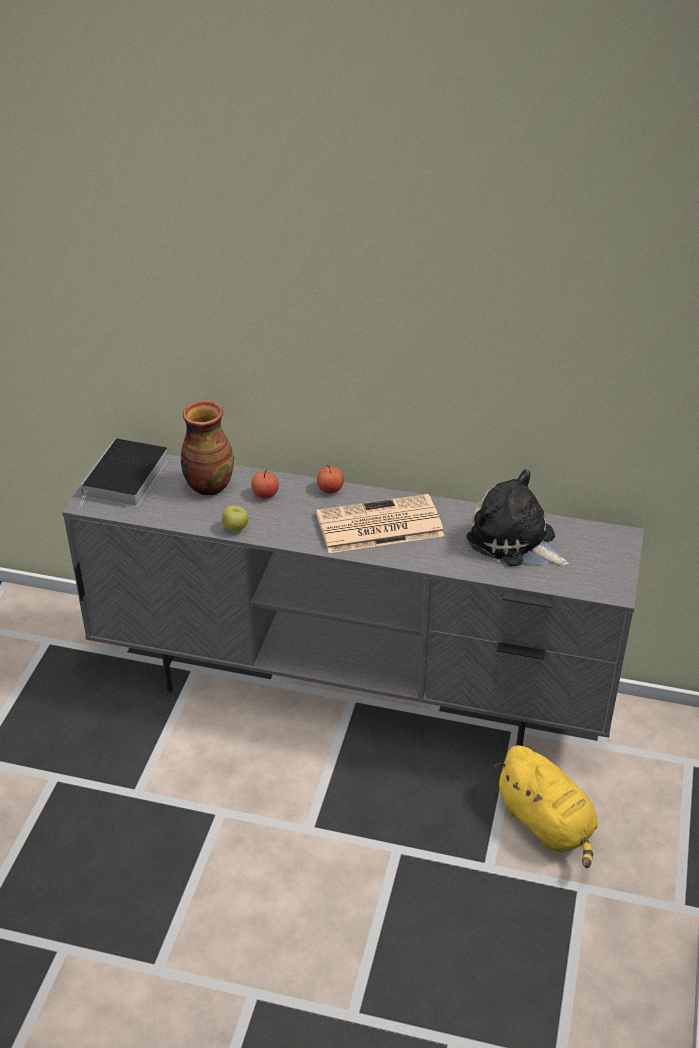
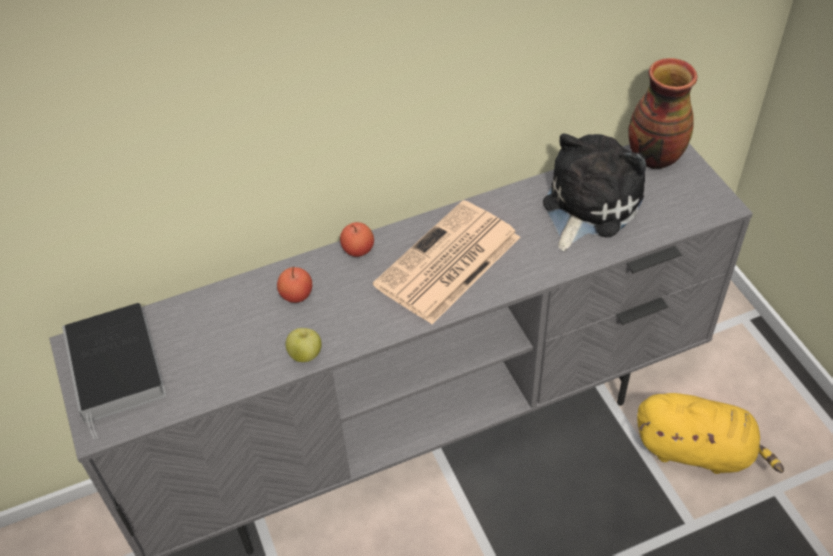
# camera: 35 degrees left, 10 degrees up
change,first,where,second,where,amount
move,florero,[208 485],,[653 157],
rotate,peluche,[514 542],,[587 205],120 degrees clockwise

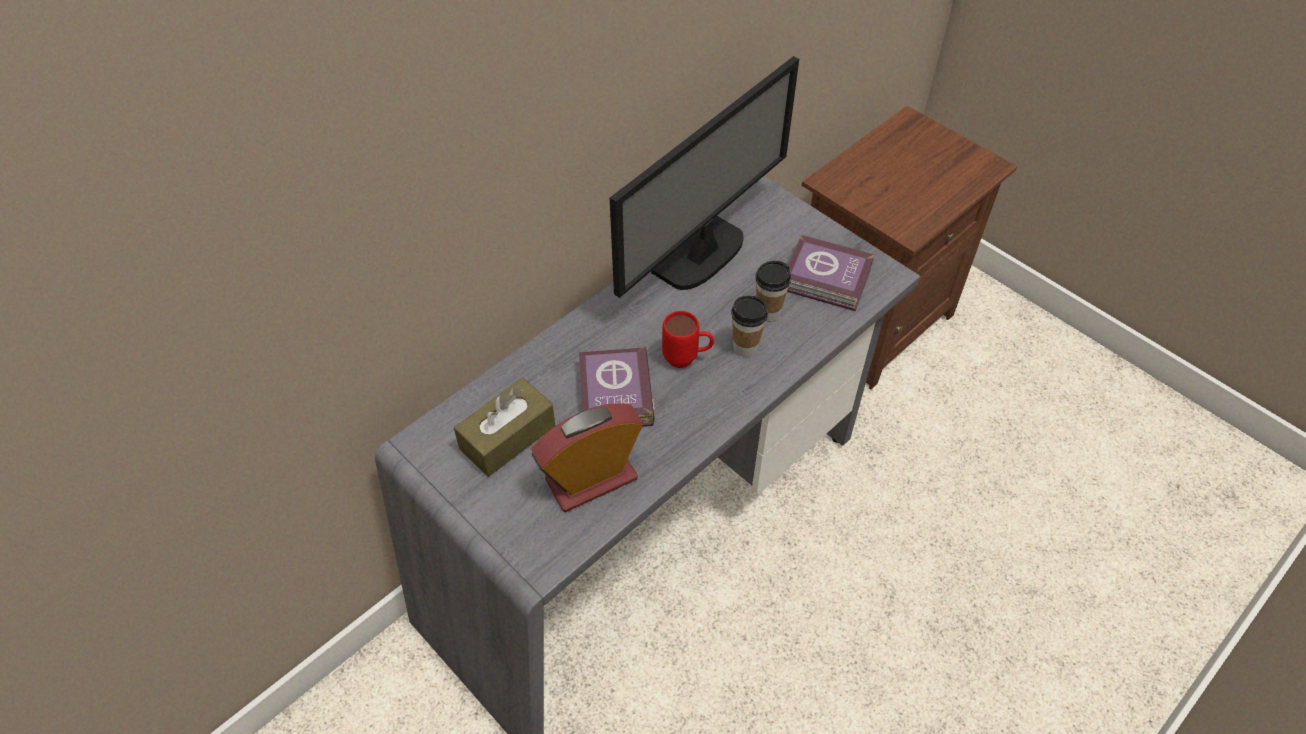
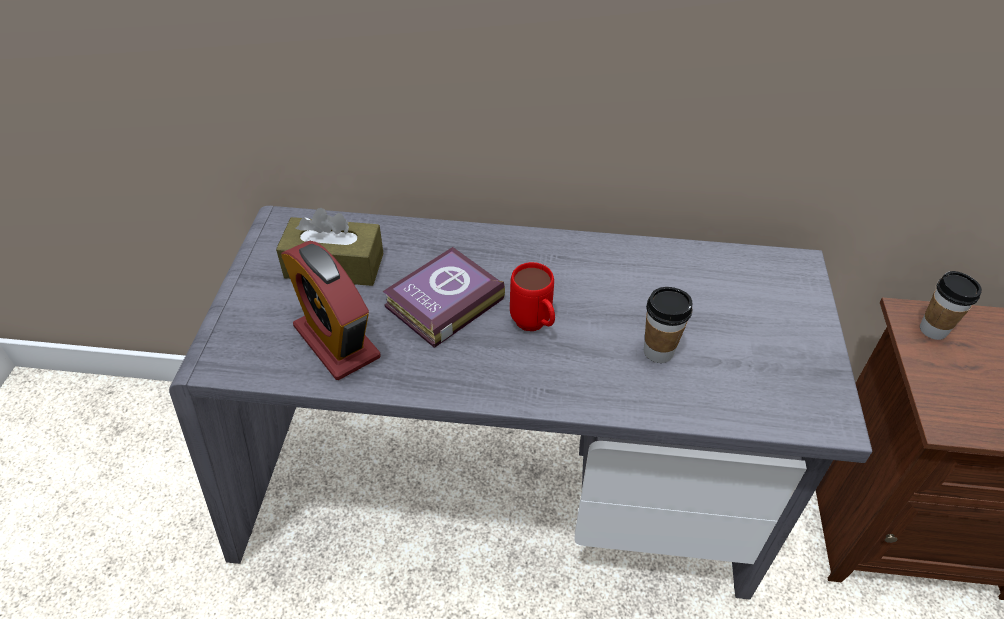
# camera: 50 degrees right, 5 degrees down
change,first,where,second,where,amount
delete,monitor,[702 256],,,
delete,libro,[828 280],,,
move,taza,[745 347],,[933 330],
rotate,despertador,[591 479],,[336 342],150 degrees counterclockwise

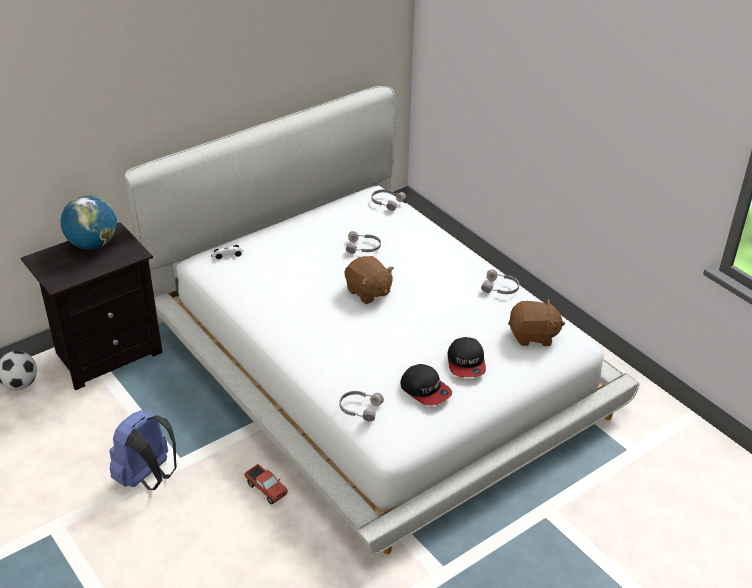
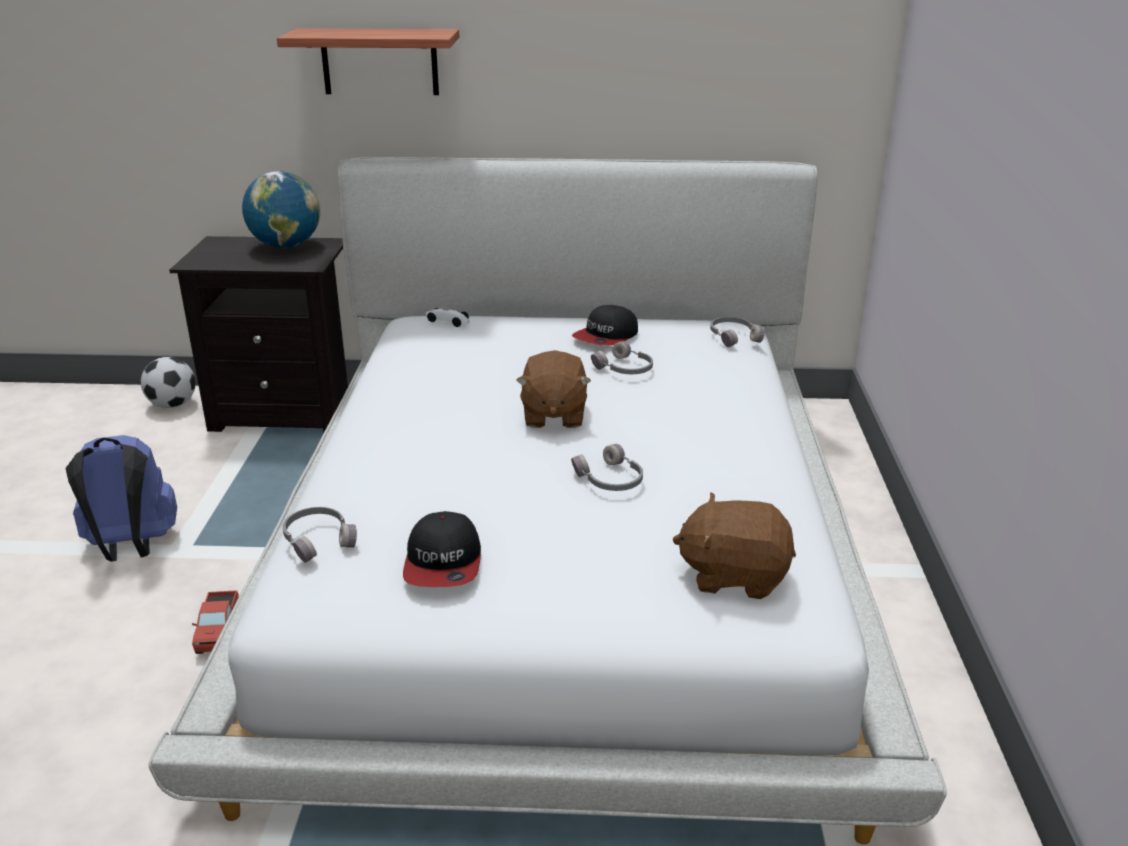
# camera: 40 degrees right, 10 degrees down
change,first,where,second,where,amount
insert,,,estante,[380 61],
move,gorra,[466 363],,[606 337],
move,auriculares/gris,[500 288],,[609 480],
rotate,peluche/marrón,[533 336],,[734 575],150 degrees clockwise

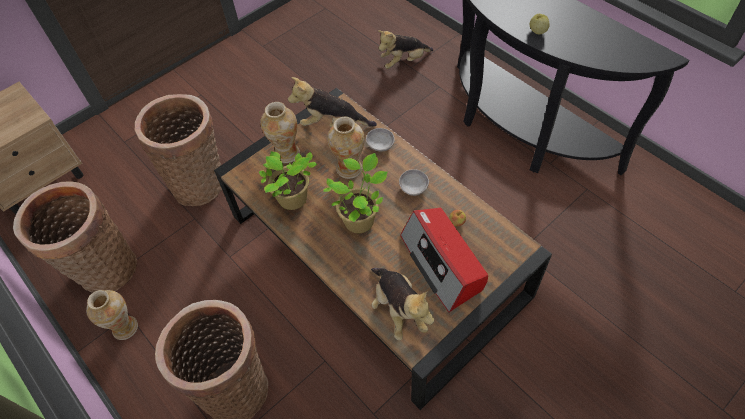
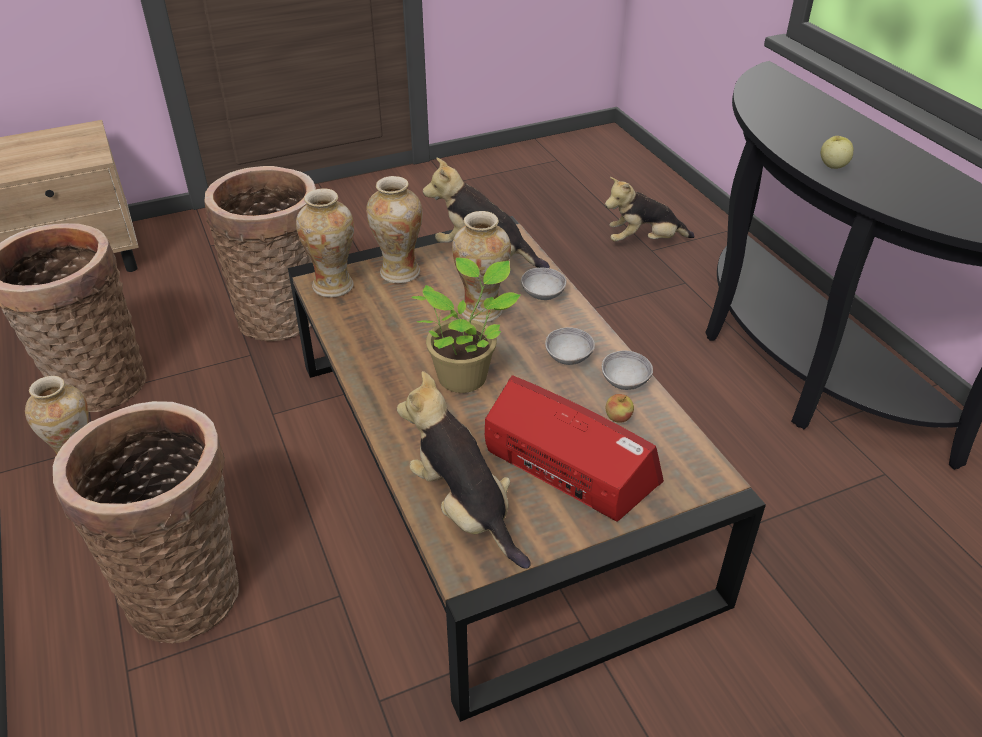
# camera: 15 degrees right, 15 degrees down
change,first,where,second,where,amount
delete,planta en maceta,[293 200],,,
insert,,,florero,[333 286],
insert,,,cuenco/gris,[625 381],
rotate,peluche,[398 309],,[465 509],150 degrees clockwise
rotate,radio,[442 263],,[568 467],135 degrees clockwise

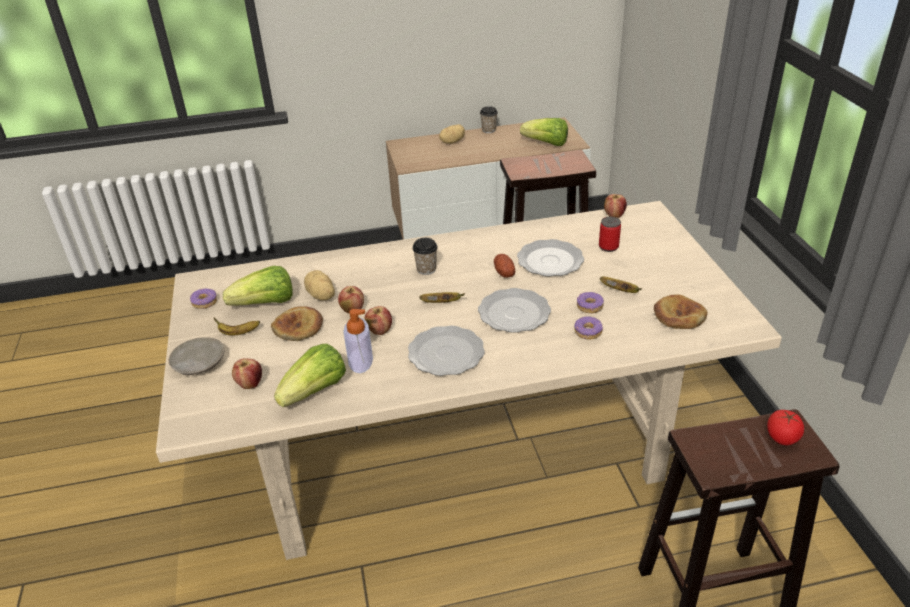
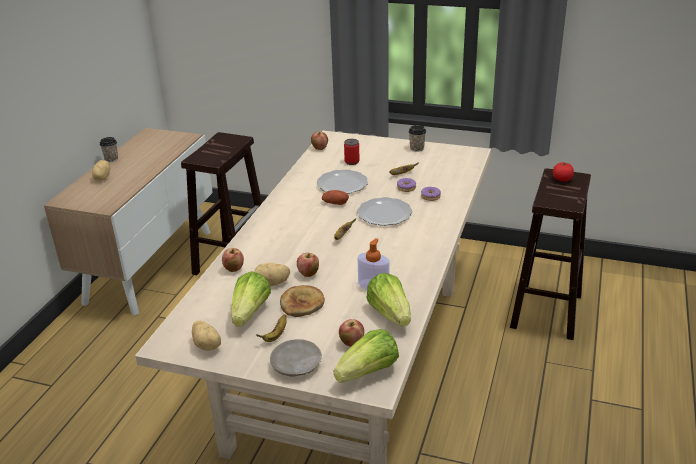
# camera: 60 degrees left, 5 degrees down
change,first,where,second,where,amount
delete,plato,[446 354],,,
delete,pan,[678 316],,,
move,manzana,[379 331],,[233 269],
move,taza,[426 269],,[417 148],
move,lechuga,[546 143],,[368 372],
replace,rosquilla,[205 302],patata,[207 345],

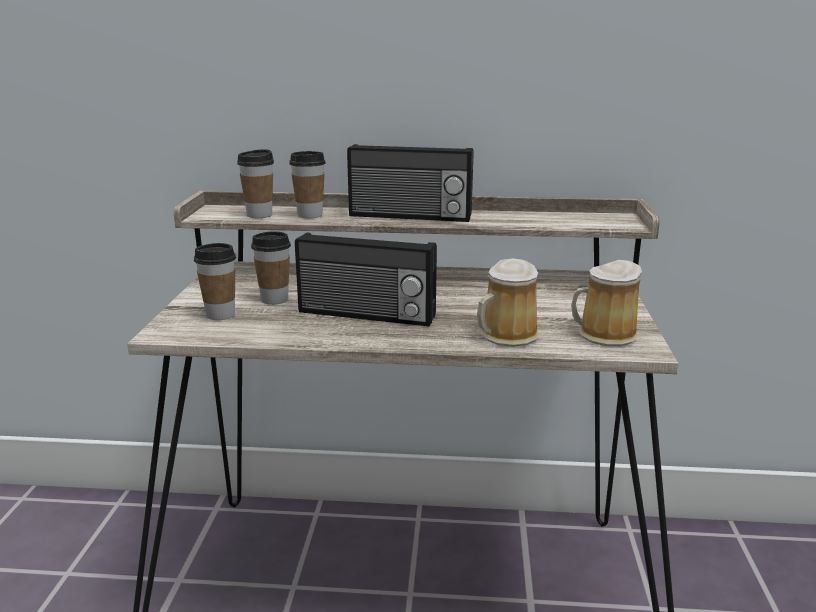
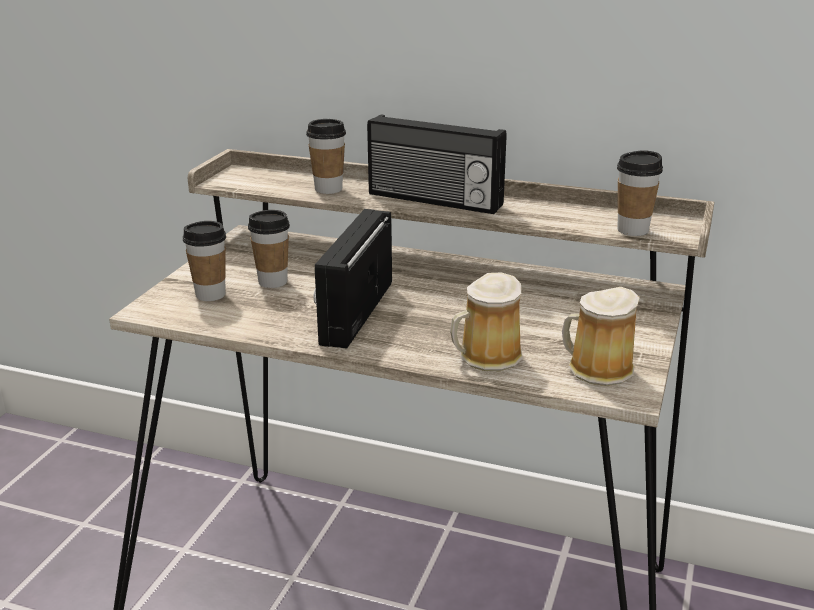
# camera: 15 degrees right, 5 degrees up
change,first,where,second,where,amount
move,taza,[259 215],,[632 230],
rotate,radio,[366 315],,[354 312],75 degrees clockwise

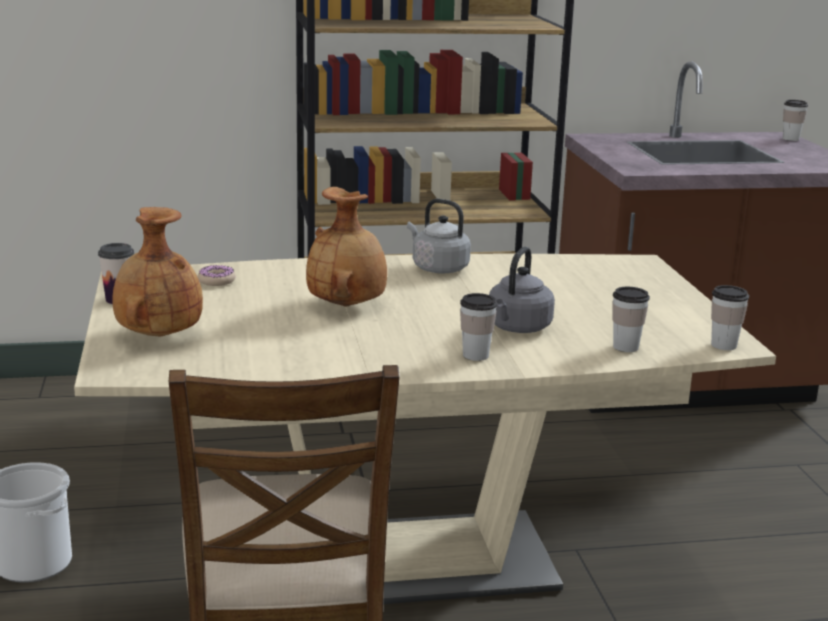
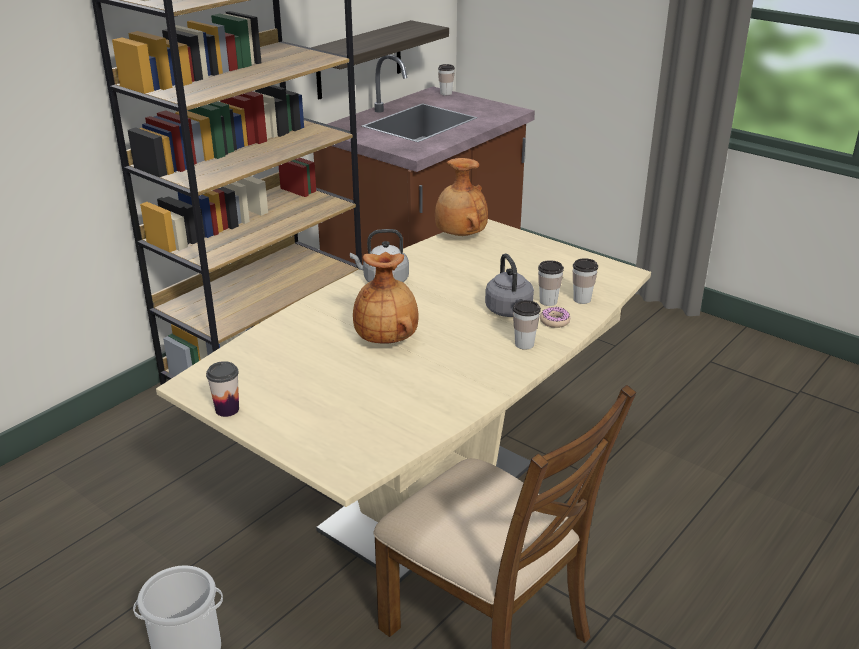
# camera: 40 degrees left, 10 degrees up
change,first,where,second,where,amount
insert,,,estante,[359 60],
move,florero/marrón,[158 335],,[460 235],
move,rosquilla,[216 281],,[554 321],
move,taza,[723 345],,[548 301],

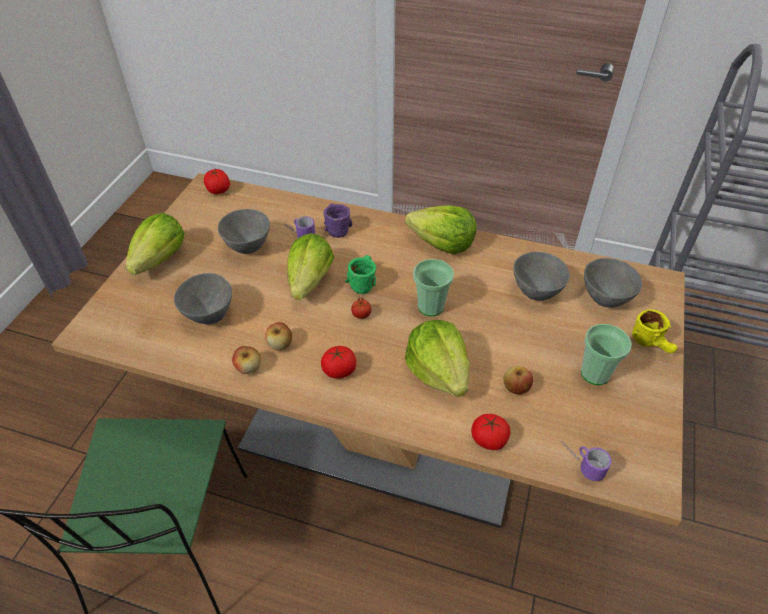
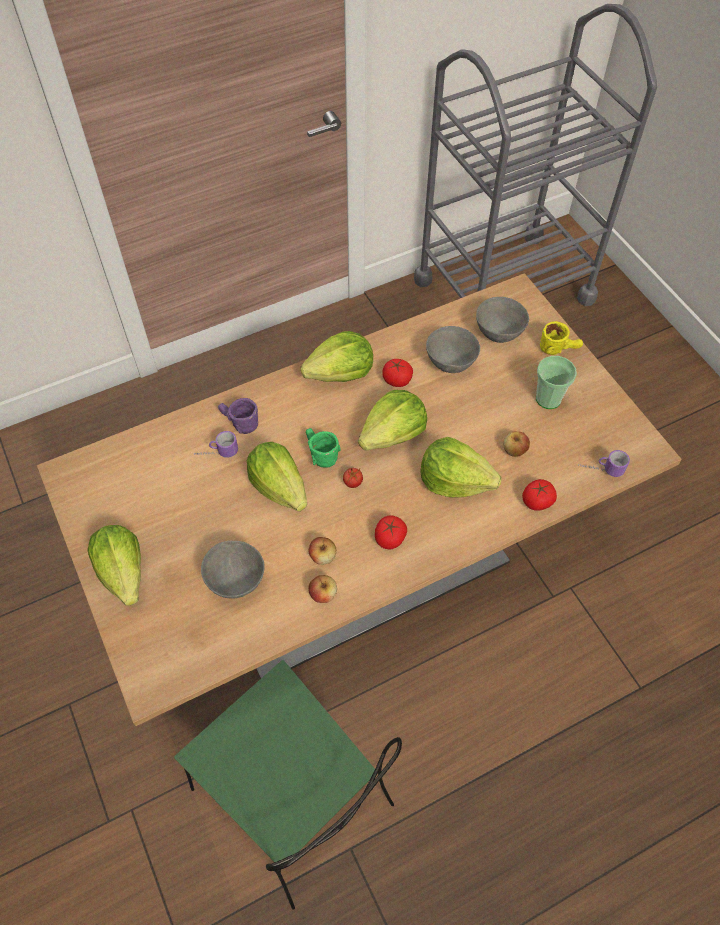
# camera: 45 degrees left, 10 degrees up
change,first,where,second,where,amount
delete,cuenco/gris,[248 247],,,
move,tomate,[218 190],,[397 380],
replace,taza,[430 306],lechuga,[393 434],

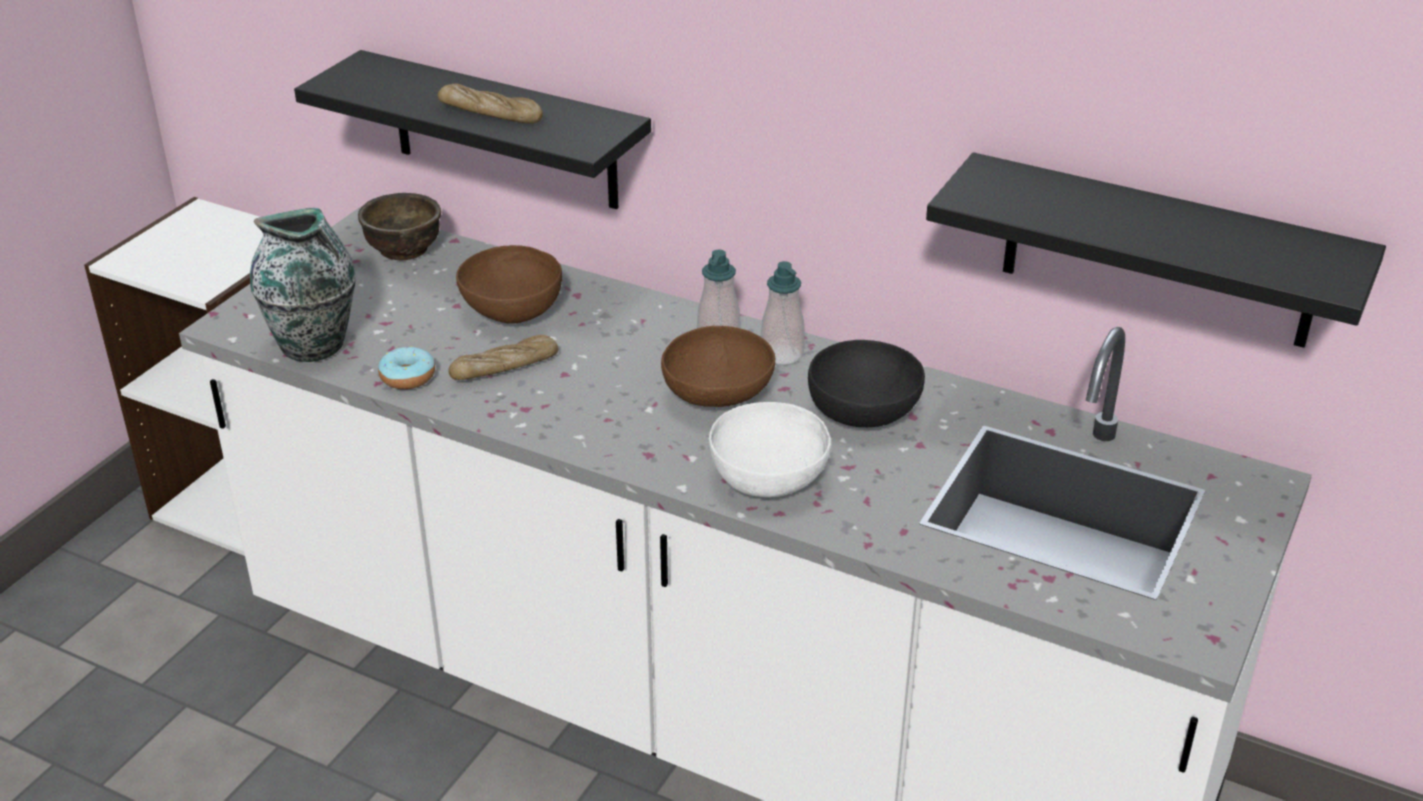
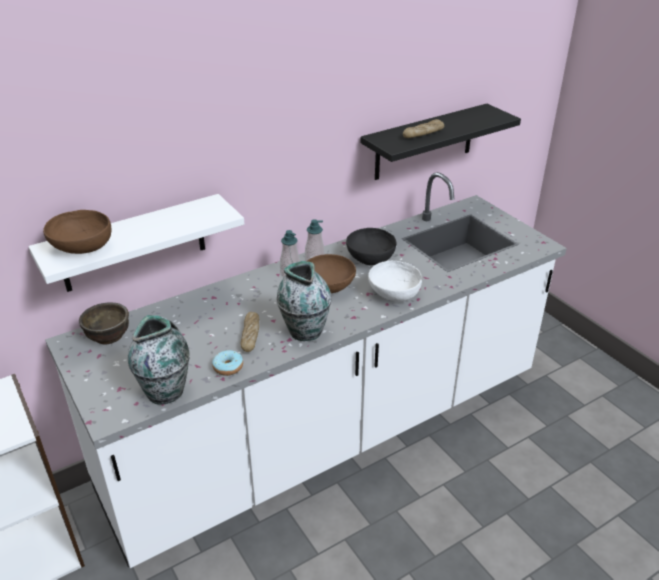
# camera: 60 degrees left, 0 degrees up
change,first,where,second,where,amount
insert,,,florero,[305 330],
move,pan,[490 113],,[423 134],
move,cuenco/marrón,[511 309],,[81 247],
recolor,estante/negro,[504 131],estante/blanco,[134 244],

